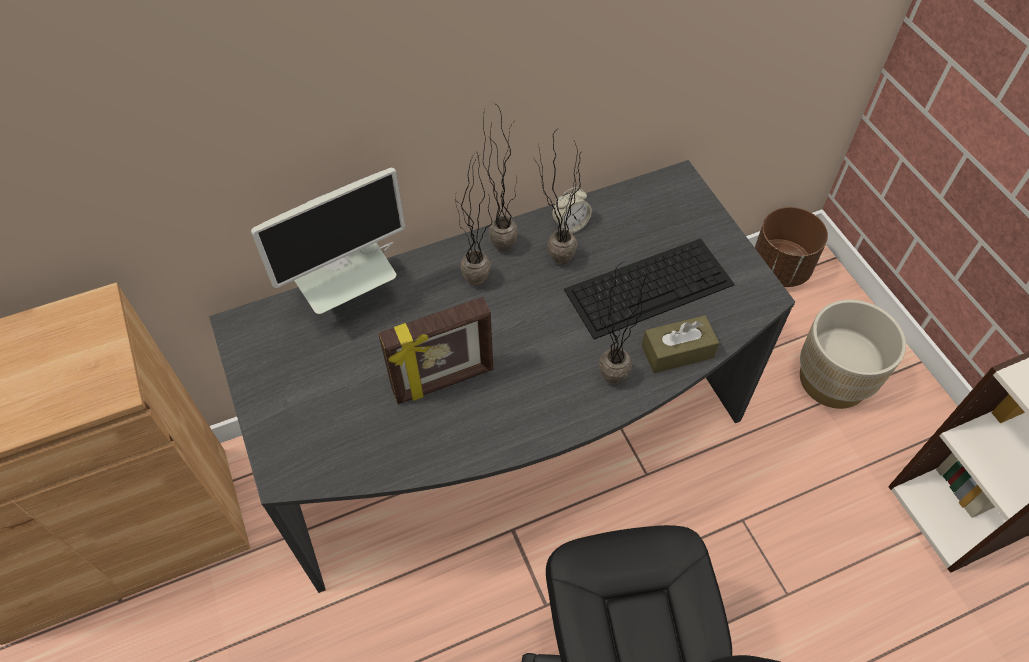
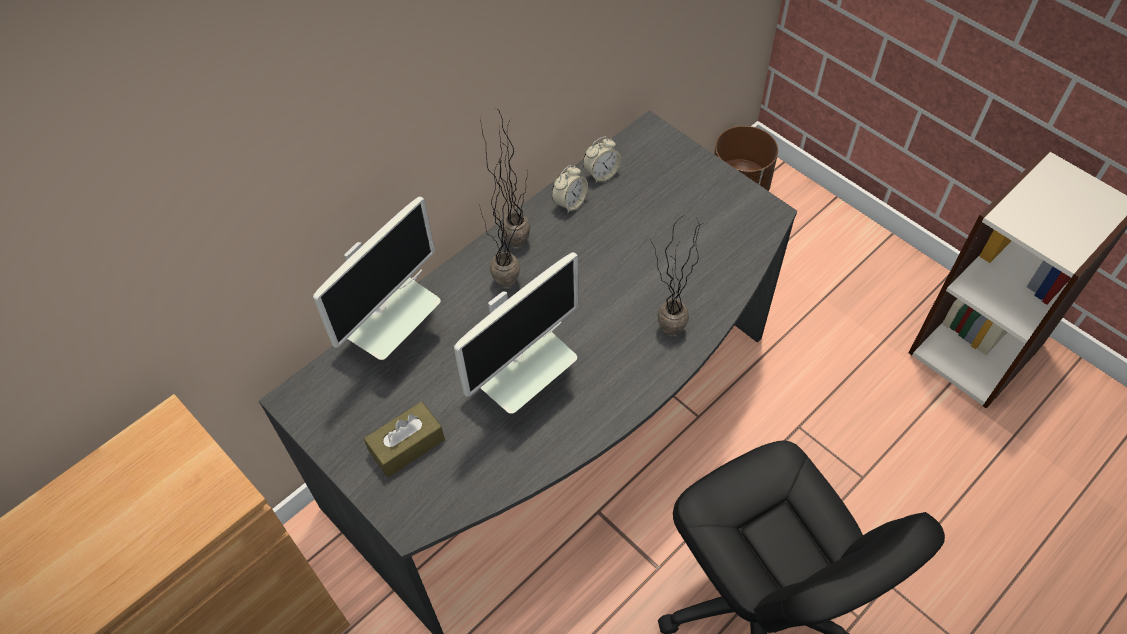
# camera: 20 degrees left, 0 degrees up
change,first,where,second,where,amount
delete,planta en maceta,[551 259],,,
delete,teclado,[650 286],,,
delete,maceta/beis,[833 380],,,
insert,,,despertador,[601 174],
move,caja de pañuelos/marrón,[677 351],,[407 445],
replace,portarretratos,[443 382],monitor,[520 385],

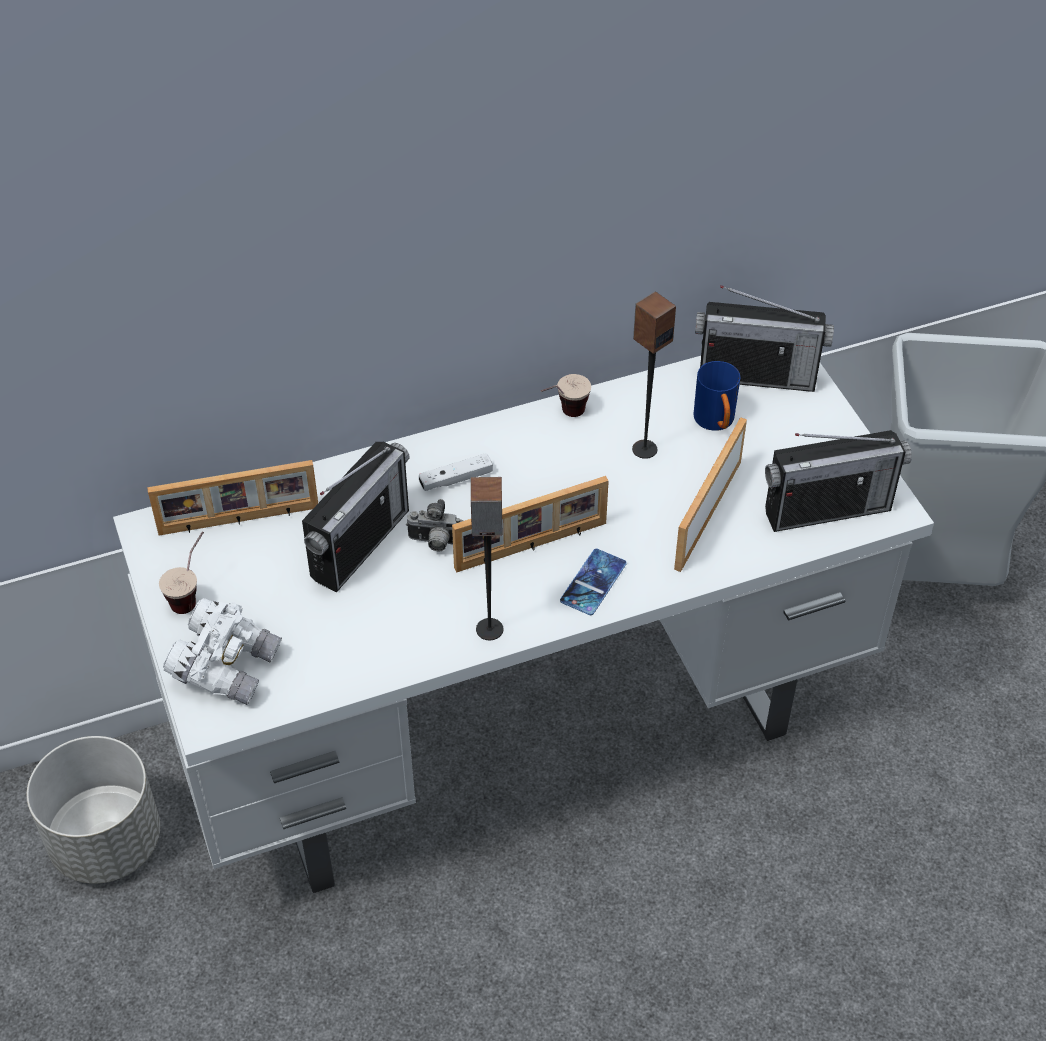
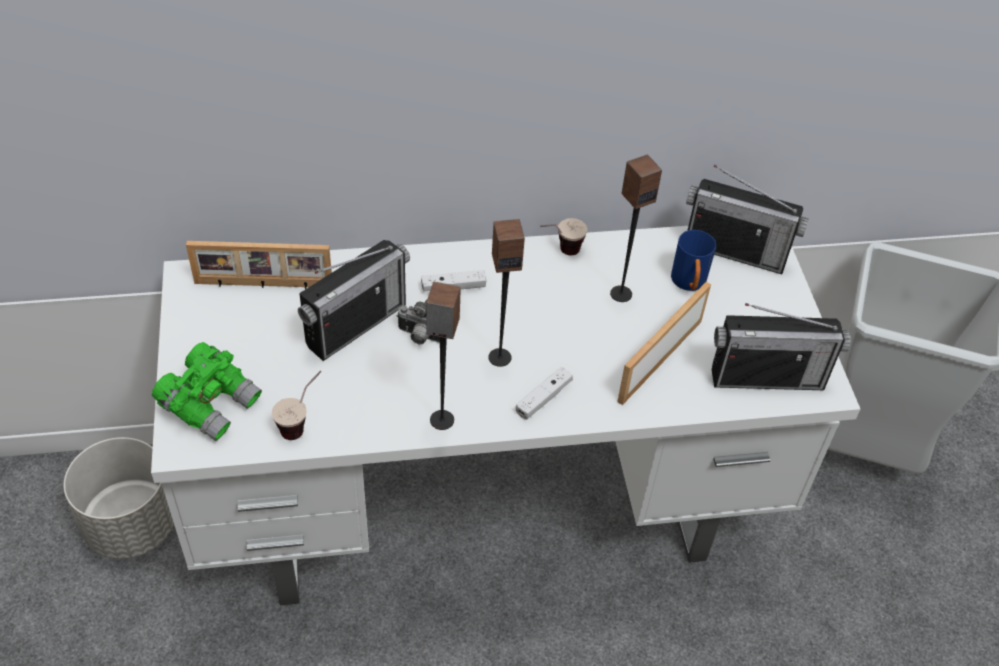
# camera: 10 degrees right, 0 degrees up
change,first,where,second,where,amount
move,taza,[192 594],,[302 423],
replace,portarretratos,[531 547],altavoz,[499 357],
replace,móvil,[593 582],mando de consola/blanco,[543 398],
recolor,prismáticos/blanco,[226 666],prismáticos/verde,[211 403],

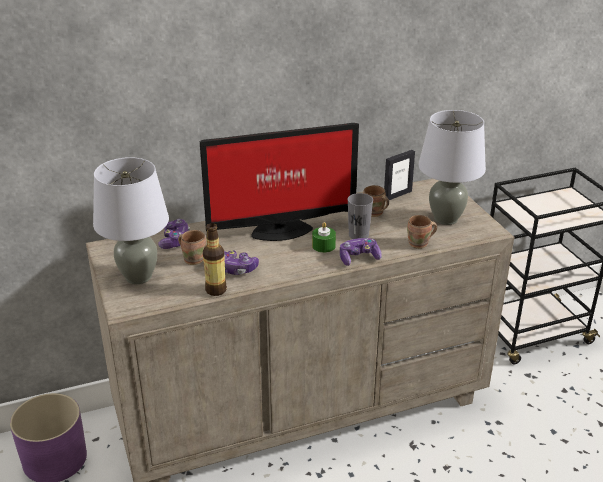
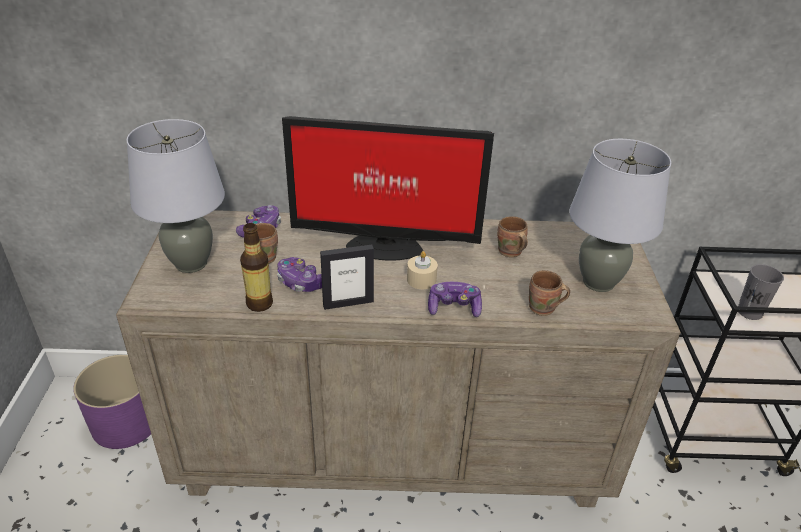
# camera: 20 degrees right, 5 degrees up
change,first,where,second,where,amount
move,taza/gris,[358 235],,[749 312],
move,portarretratos,[397 195],,[348 303],
recolor,vela/verde,[323 246],vela/beis,[421 280],

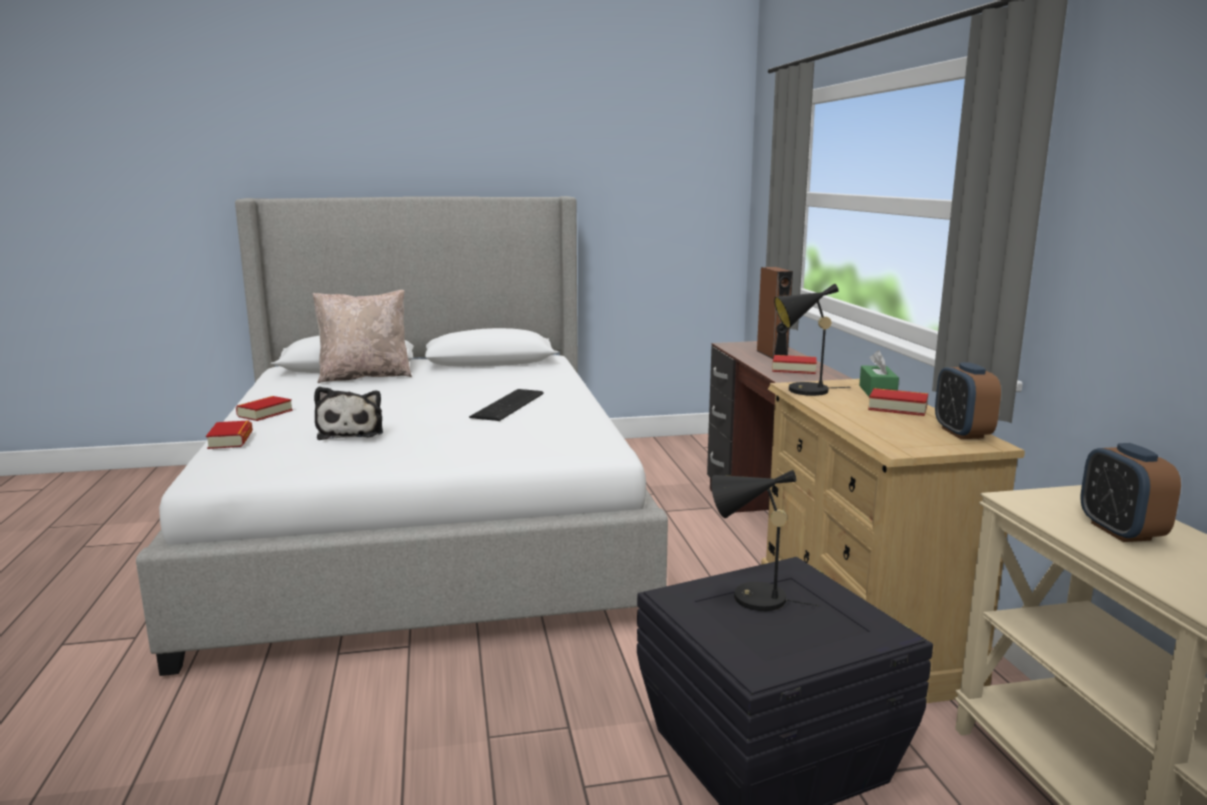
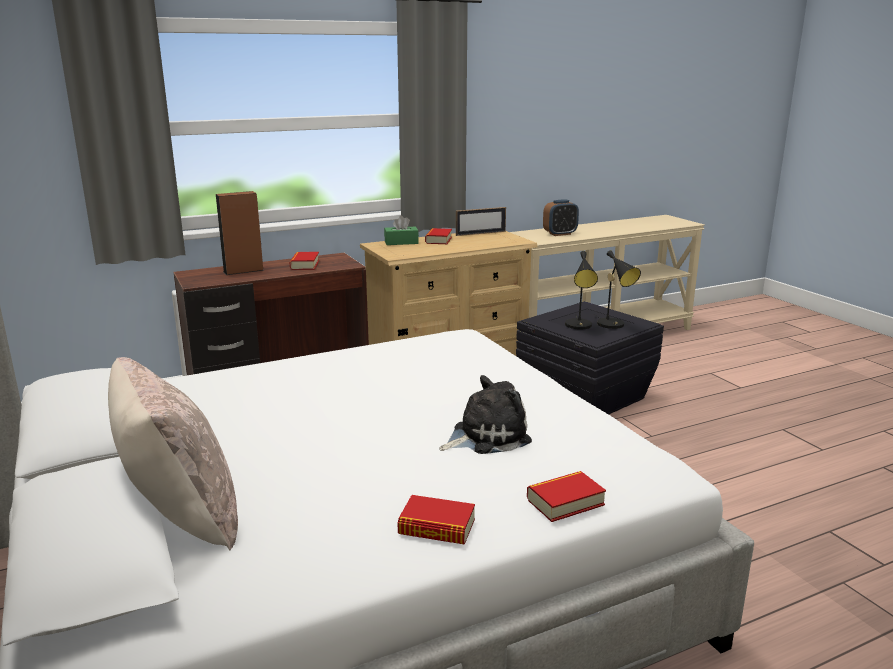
# camera: 105 degrees left, 5 degrees up
change,first,where,second,where,amount
delete,teclado,[510 405],,,
move,lámpara de mesa/negro,[802 391],,[614 325],
replace,despertador,[962 433],portarretratos,[480 233],

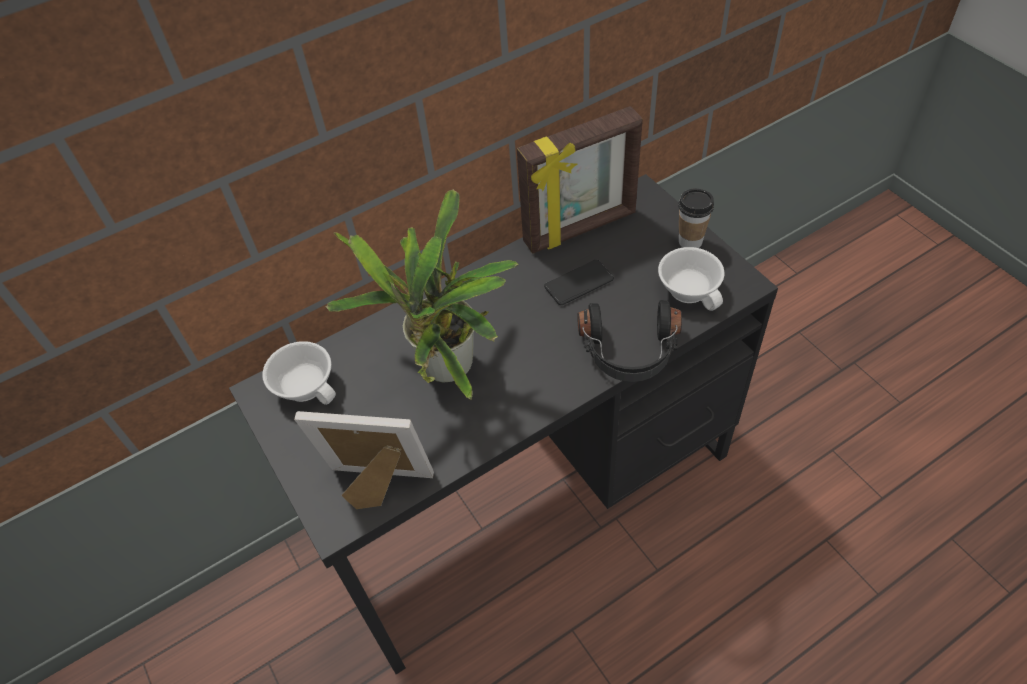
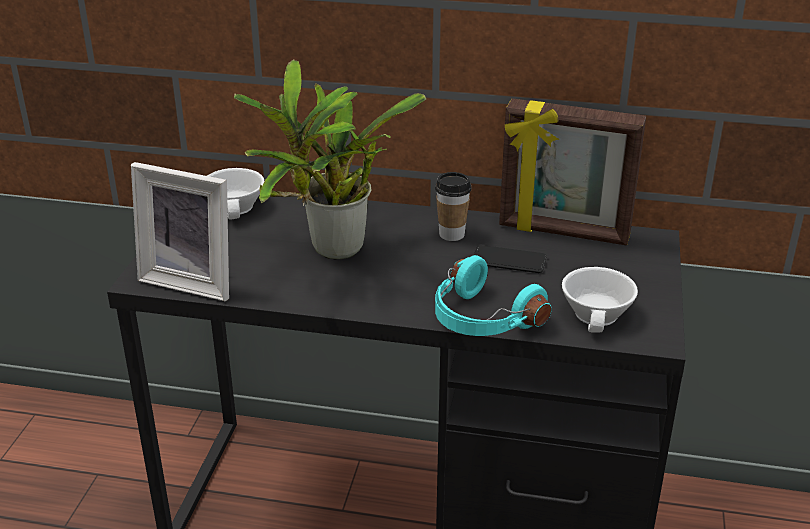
# camera: 40 degrees right, 20 degrees down
change,first,where,second,where,amount
move,taza,[690 241],,[451 234],
recolor,auriculares/negro,[629 352],auriculares/turquesa,[481 320],
rotate,portarretratos,[378 488],,[193 280],150 degrees clockwise

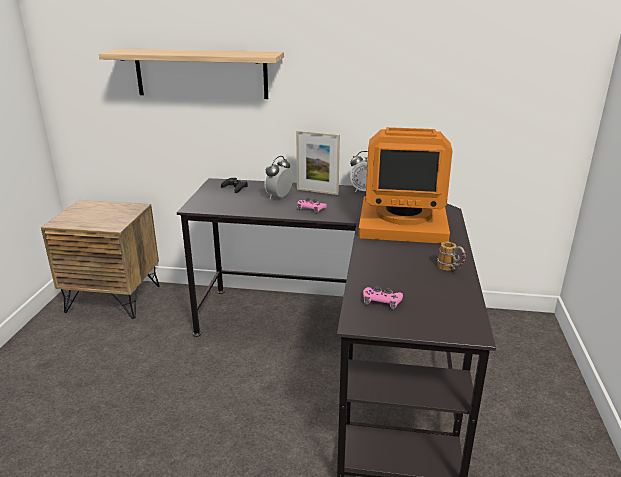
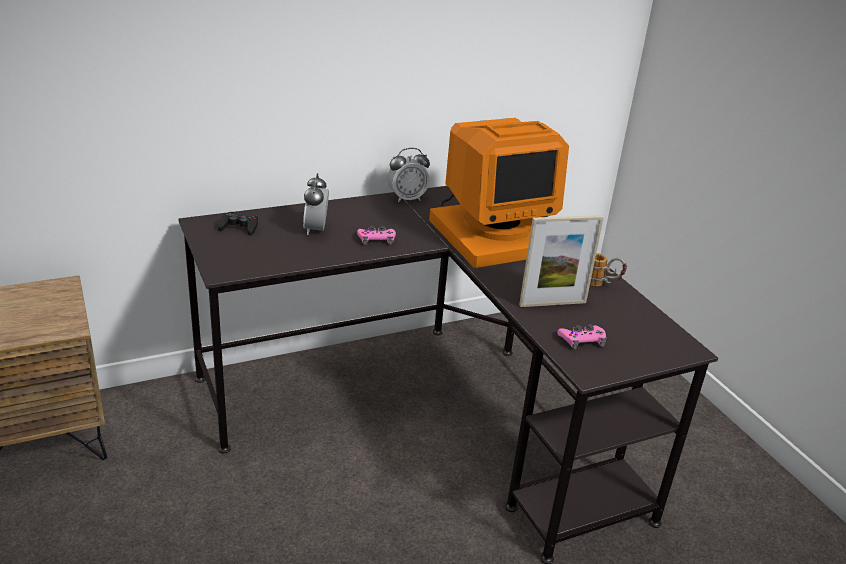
# camera: 35 degrees left, 5 degrees up
change,first,where,second,where,amount
delete,estante,[201 73],,,
move,portarretratos,[317 191],,[552 303],

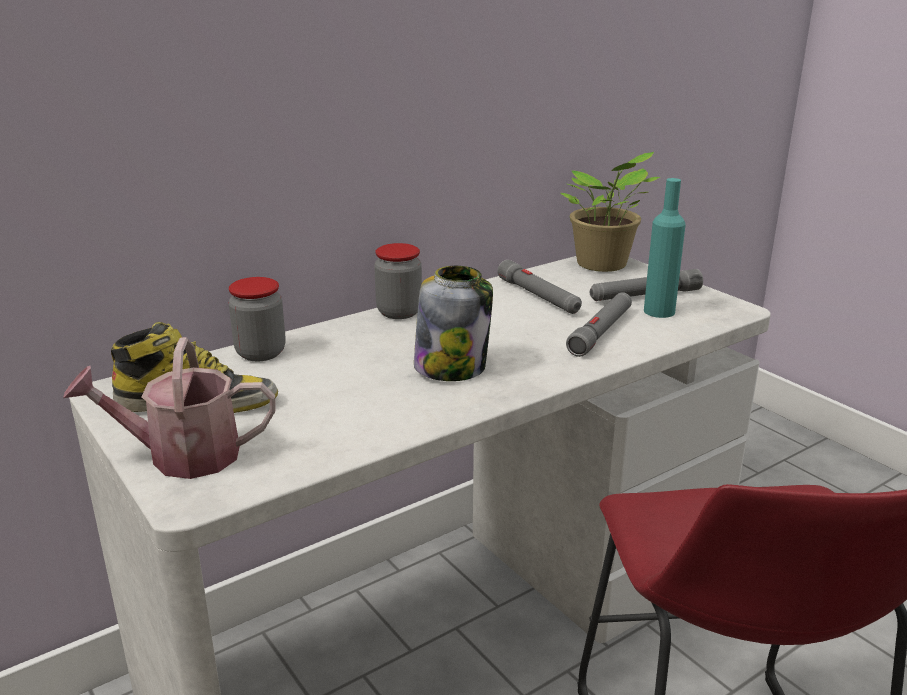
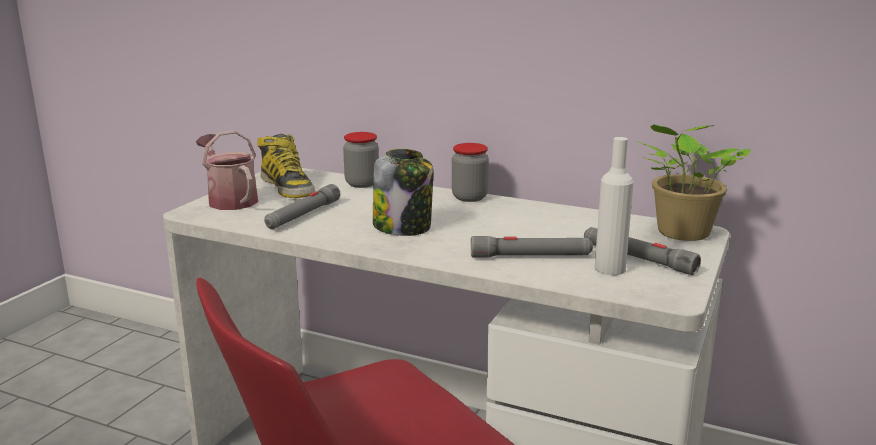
# camera: 60 degrees right, 5 degrees down
change,first,where,second,where,amount
move,linterna/gris,[538 296],,[303 215],
recolor,botella/turquesa,[659 311],botella/blanco,[610 269],

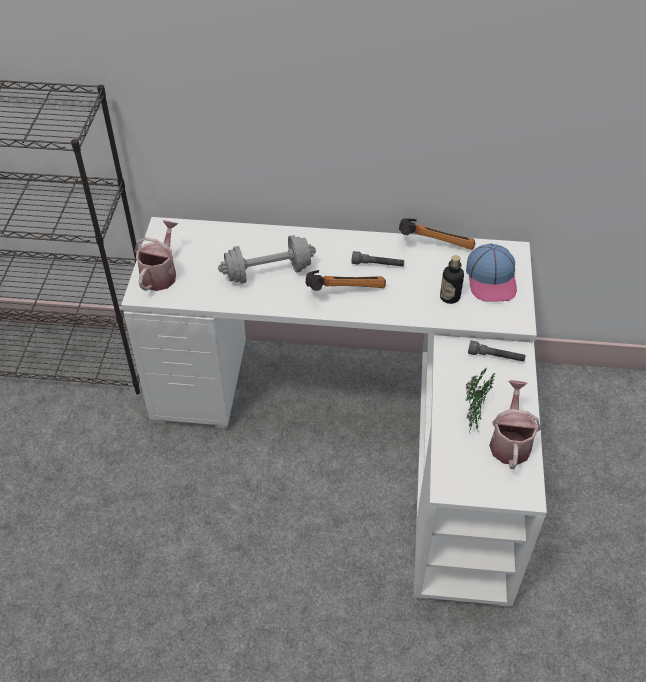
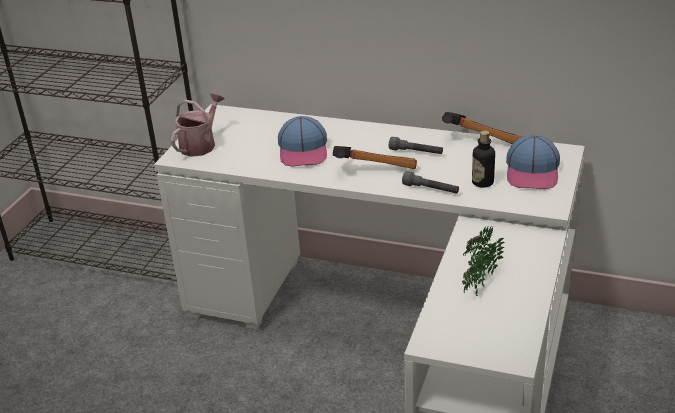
# camera: 15 degrees right, 15 degrees down
change,first,where,second,where,amount
delete,regadera,[510 442],,,
move,linterna/gris,[495 357],,[430 190],
replace,mancuerna/gris,[268 272],gorra,[303 150],

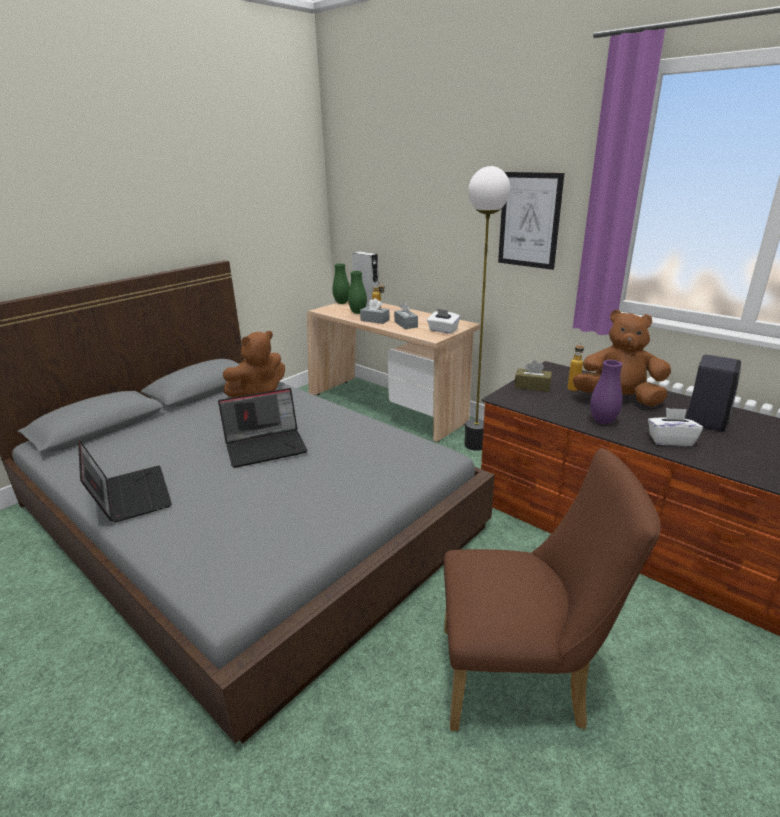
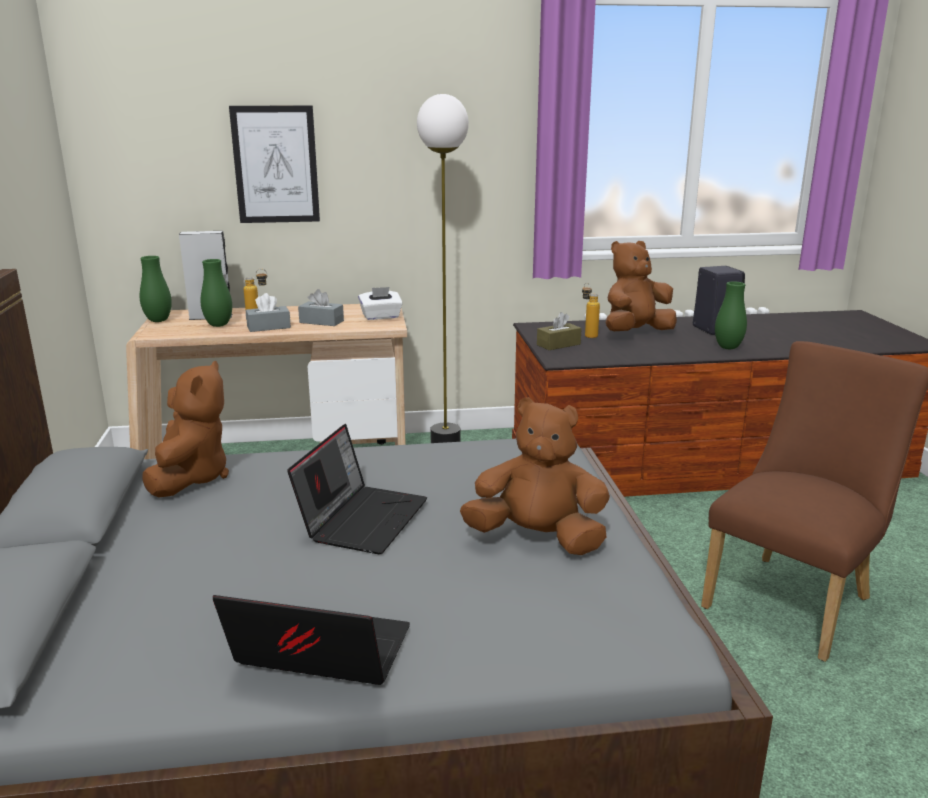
# camera: 50 degrees left, 5 degrees down
change,first,where,second,where,amount
delete,florero/morado,[602 421],,,
insert,,,peluche/marrón,[537 538],
move,cuadro,[529 220],,[275 165],
replace,caja de pañuelos/blanco,[670 440],florero/verde,[728 347],

